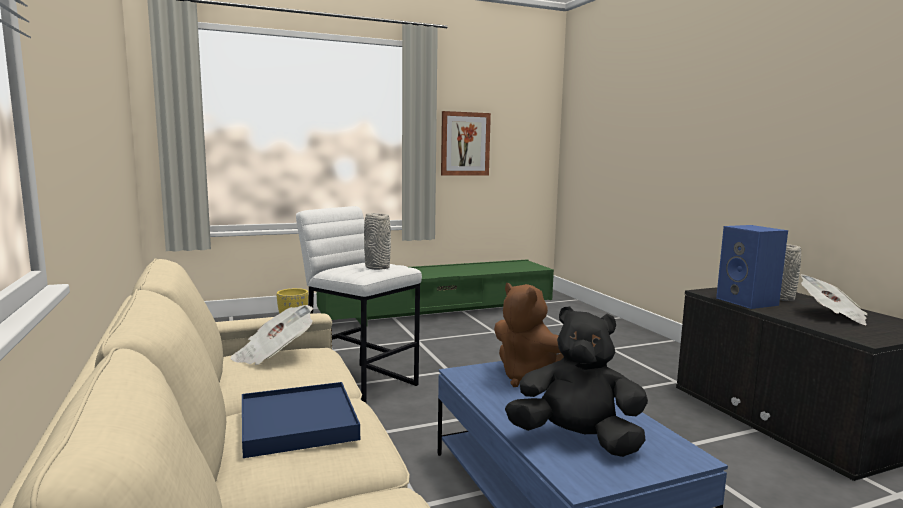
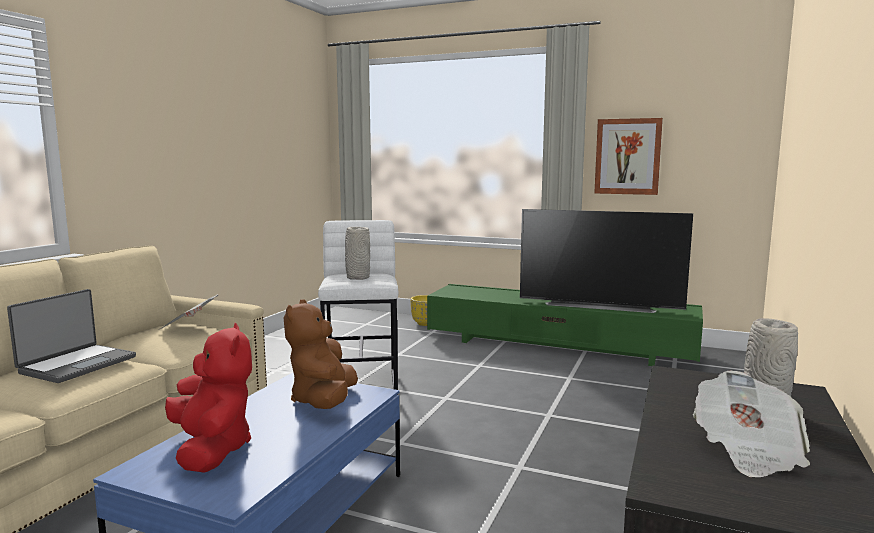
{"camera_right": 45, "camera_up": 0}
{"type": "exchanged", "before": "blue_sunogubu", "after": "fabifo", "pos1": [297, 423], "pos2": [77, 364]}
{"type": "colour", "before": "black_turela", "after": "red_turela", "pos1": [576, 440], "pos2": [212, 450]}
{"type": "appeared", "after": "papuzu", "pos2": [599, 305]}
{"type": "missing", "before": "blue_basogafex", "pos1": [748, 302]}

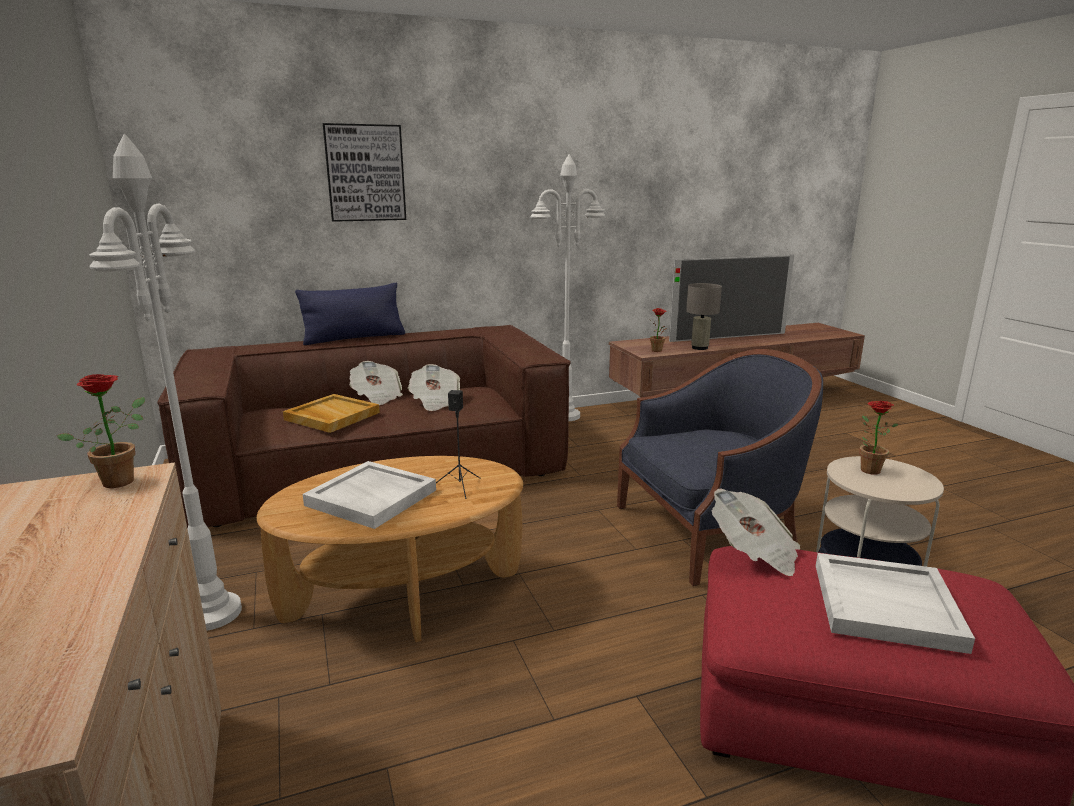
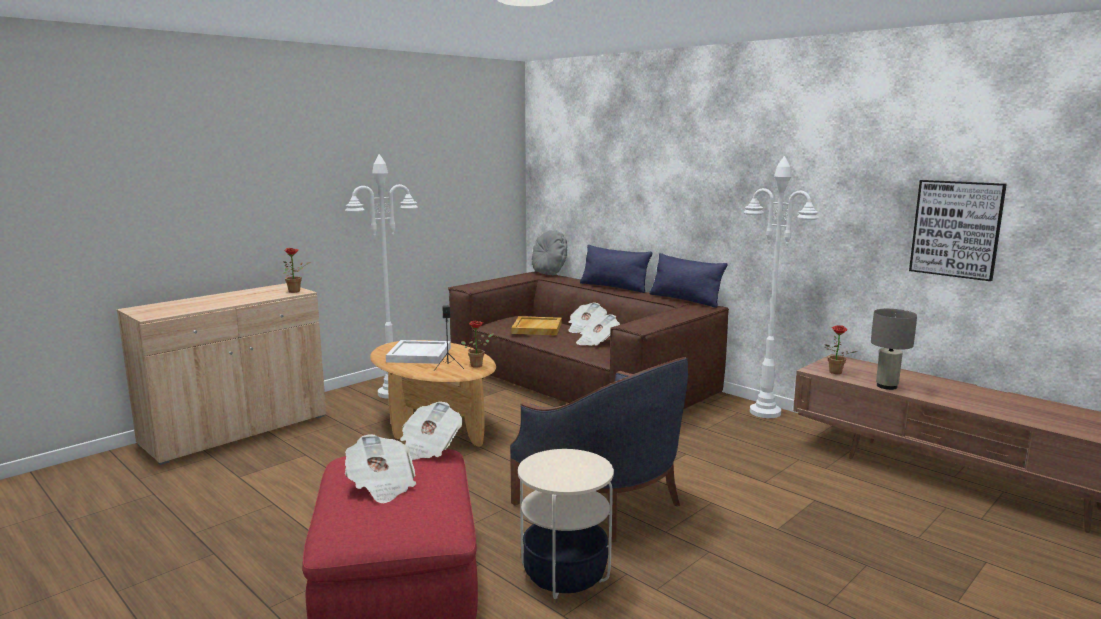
{"camera_right": 65, "camera_up": -5}
{"type": "exchanged", "before": "white_sunogubu", "after": "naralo", "pos1": [886, 605], "pos2": [381, 486]}
{"type": "relocated", "before": "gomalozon", "pos1": [867, 469], "pos2": [478, 365]}
{"type": "appeared", "after": "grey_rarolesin", "pos2": [549, 274]}
{"type": "appeared", "after": "blue_rarolesin", "pos2": [685, 300]}
{"type": "relocated", "before": "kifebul", "pos1": [365, 173], "pos2": [956, 229]}
{"type": "missing", "before": "papuzu", "pos1": [728, 337]}

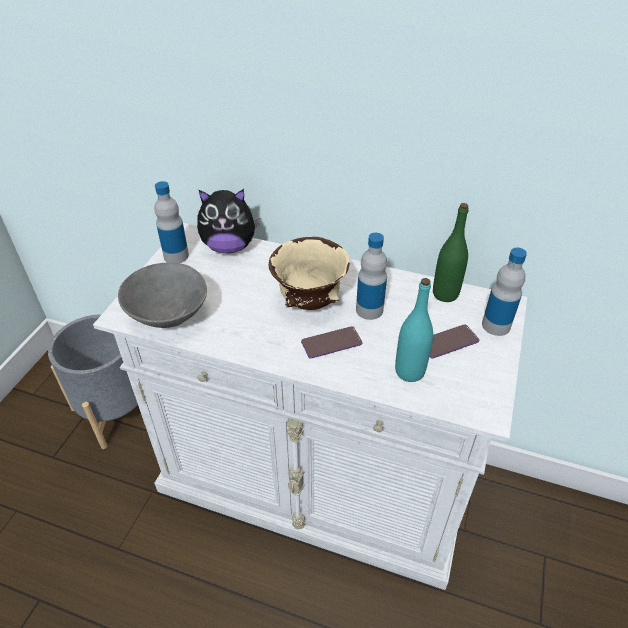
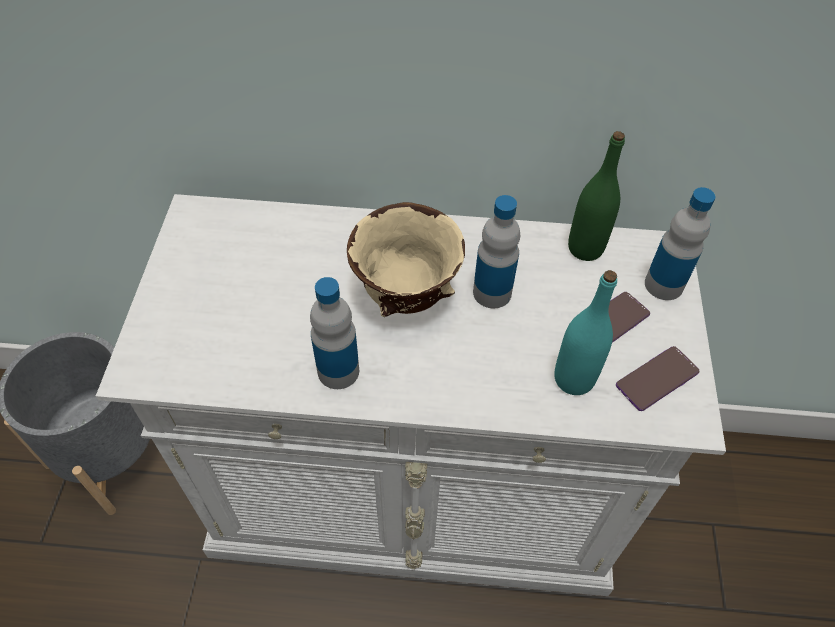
{"camera_right": -15, "camera_up": 10}
{"type": "relocated", "before": "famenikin", "pos1": [176, 256], "pos2": [338, 371]}
{"type": "relocated", "before": "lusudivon", "pos1": [331, 343], "pos2": [657, 379]}
{"type": "missing", "before": "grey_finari", "pos1": [169, 317]}
{"type": "missing", "before": "turela", "pos1": [229, 247]}

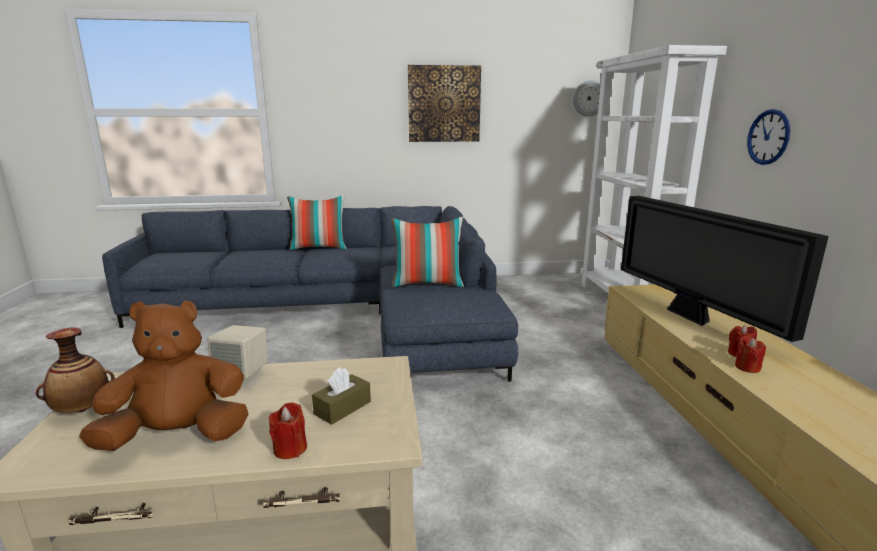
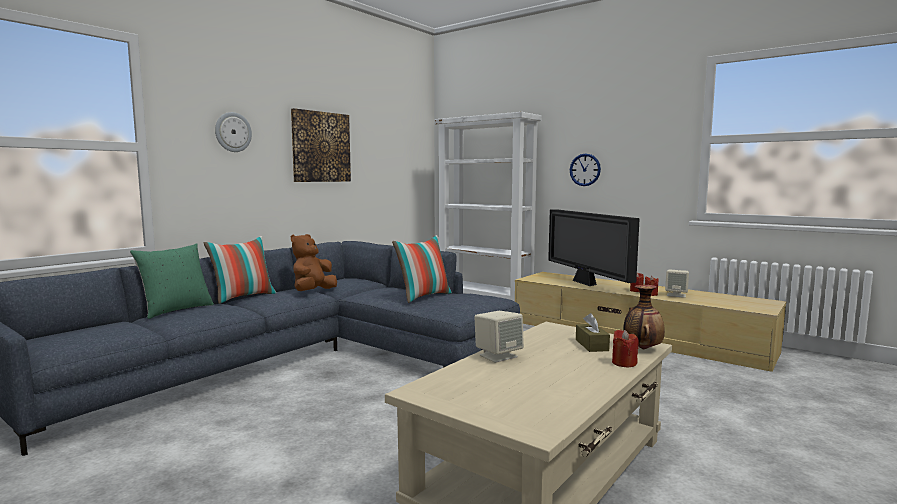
{"camera_right": -45, "camera_up": -10}
{"type": "appeared", "after": "green_rarolesin", "pos2": [176, 310]}
{"type": "relocated", "before": "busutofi", "pos1": [589, 98], "pos2": [233, 132]}
{"type": "relocated", "before": "brown_turela", "pos1": [179, 436], "pos2": [313, 292]}
{"type": "spun", "before": "papuzu", "pos1": [691, 317], "pos2": [585, 283], "turn": 45}
{"type": "relocated", "before": "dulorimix", "pos1": [83, 410], "pos2": [642, 348]}
{"type": "appeared", "after": "beige_basogafex", "pos2": [676, 295]}

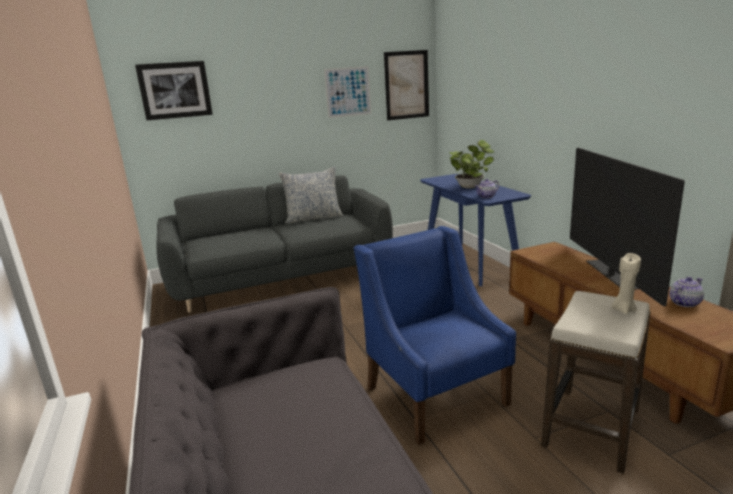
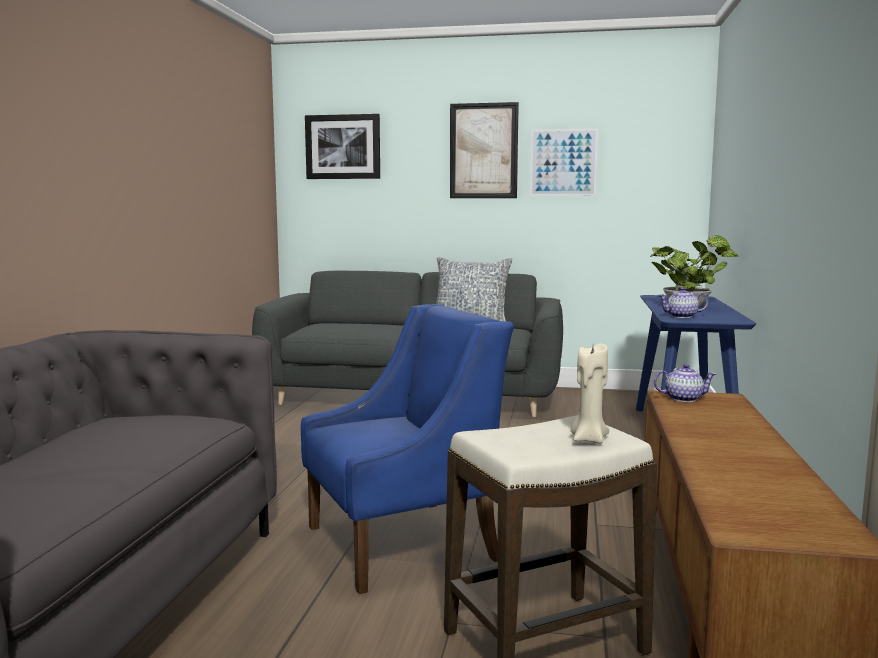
{"camera_right": 30, "camera_up": -10}
{"type": "spun", "before": "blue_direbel", "pos1": [435, 394], "pos2": [403, 542], "turn": 60}
{"type": "relocated", "before": "kifebul", "pos1": [406, 85], "pos2": [483, 151]}
{"type": "relocated", "before": "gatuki", "pos1": [684, 302], "pos2": [684, 399]}
{"type": "missing", "before": "papuzu", "pos1": [610, 274]}

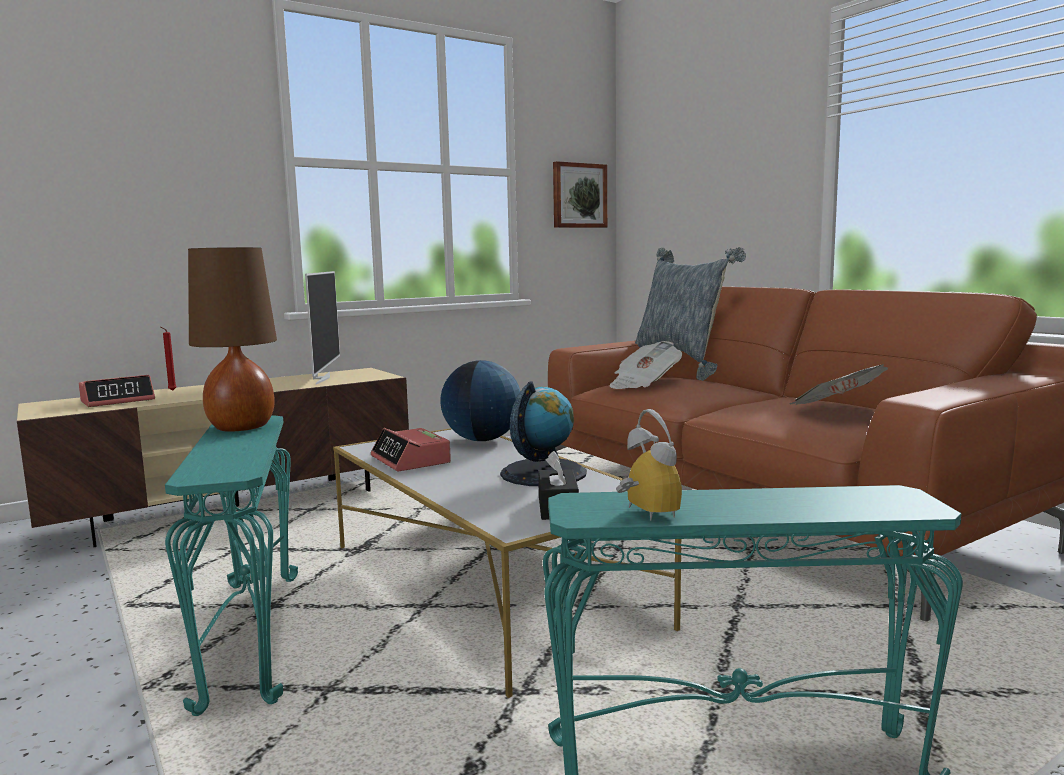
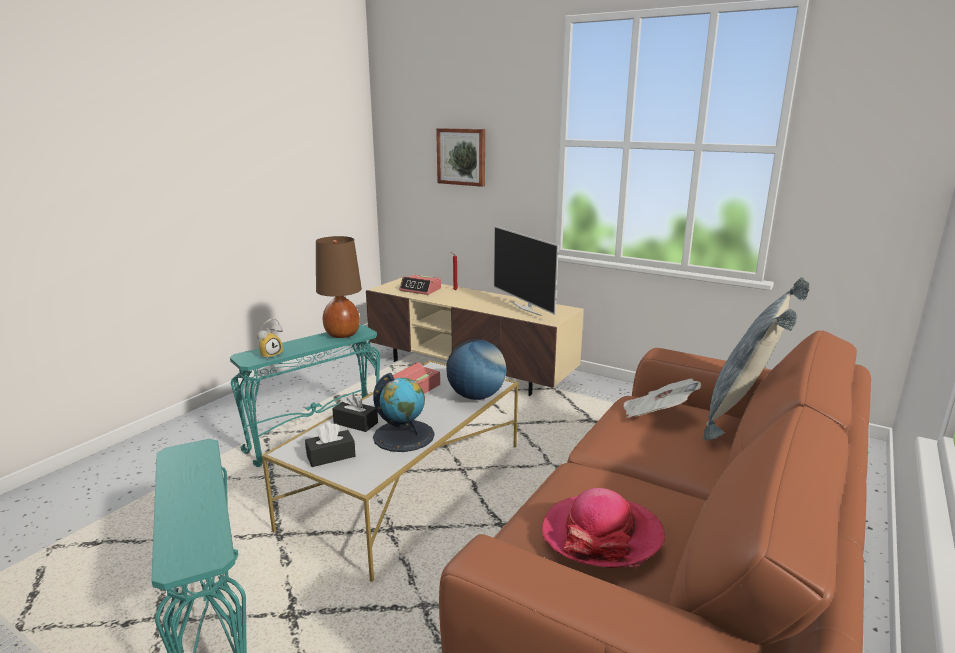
{"camera_right": 65, "camera_up": 10}
{"type": "relocated", "before": "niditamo", "pos1": [643, 514], "pos2": [270, 355]}
{"type": "appeared", "after": "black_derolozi", "pos2": [355, 423]}
{"type": "relocated", "before": "kifebul", "pos1": [579, 195], "pos2": [462, 156]}
{"type": "spun", "before": "papuzu", "pos1": [321, 378], "pos2": [526, 308], "turn": 90}
{"type": "exchanged", "before": "naralo", "after": "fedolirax", "pos1": [836, 410], "pos2": [601, 534]}

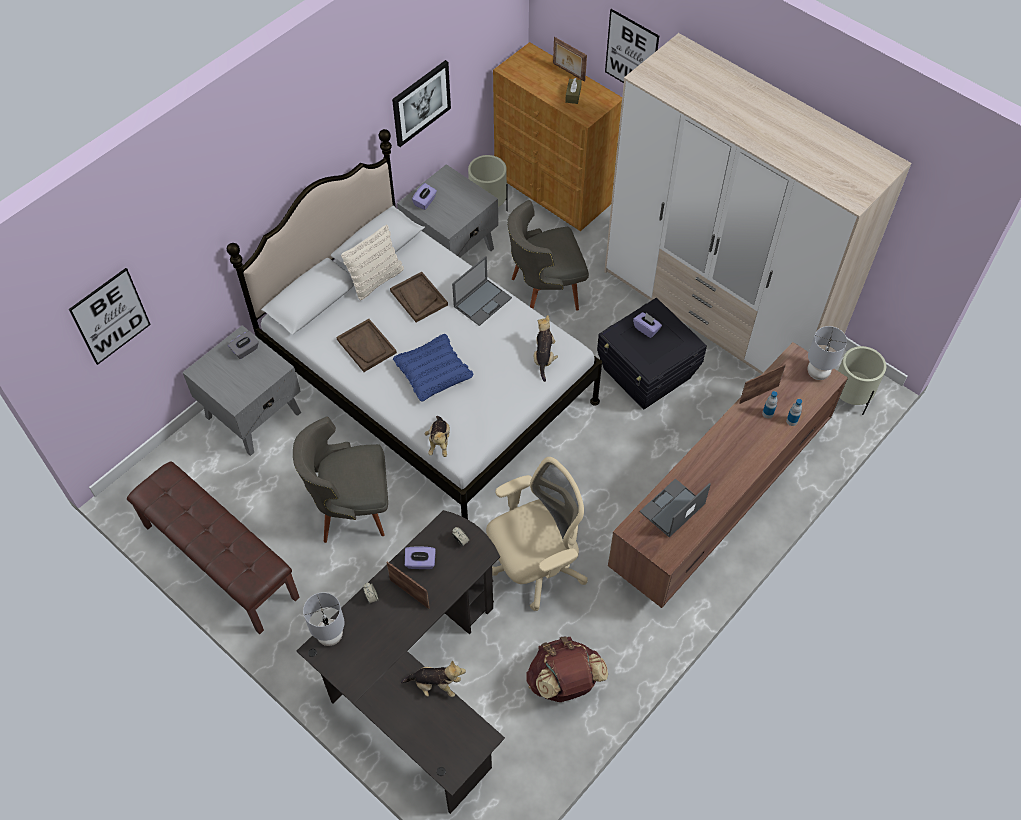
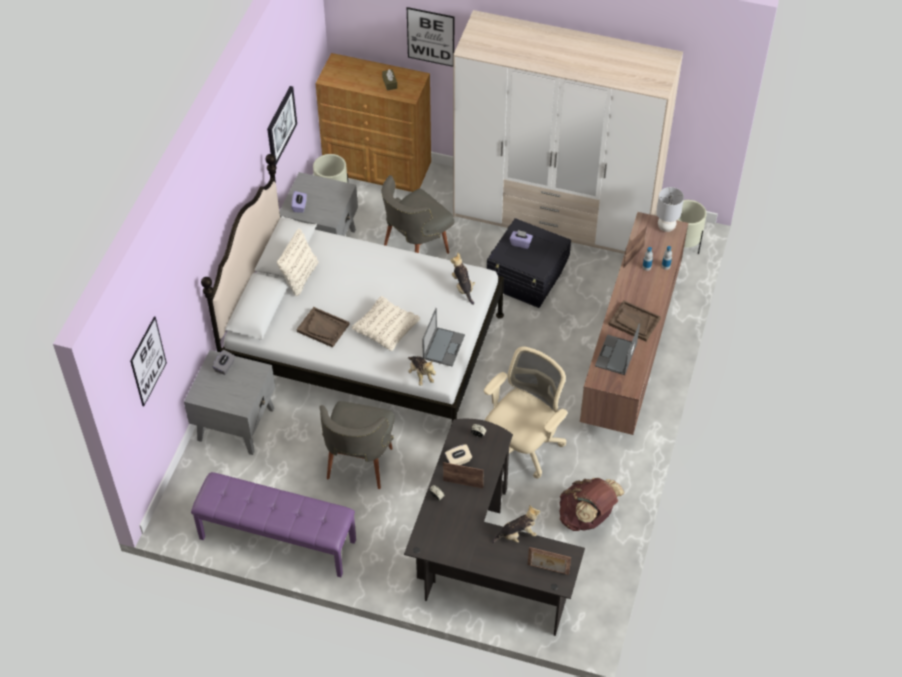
{"camera_right": -25, "camera_up": -5}
{"type": "colour", "before": "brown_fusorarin", "after": "purple_fusorarin", "pos1": [219, 562], "pos2": [277, 540]}
{"type": "spun", "before": "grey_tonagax", "pos1": [353, 511], "pos2": [360, 463], "turn": -45}
{"type": "colour", "before": "blue_rarolesin", "after": "beige_rarolesin", "pos1": [433, 372], "pos2": [386, 328]}
{"type": "relocated", "before": "fabifo", "pos1": [483, 301], "pos2": [443, 346]}
{"type": "colour", "before": "purple_derolozi", "after": "beige_derolozi", "pos1": [420, 563], "pos2": [458, 460]}
{"type": "relocated", "before": "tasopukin", "pos1": [568, 72], "pos2": [548, 570]}
{"type": "relocated", "before": "brown_sunogubu", "pos1": [418, 298], "pos2": [634, 322]}
{"type": "missing", "before": "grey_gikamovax", "pos1": [330, 635]}

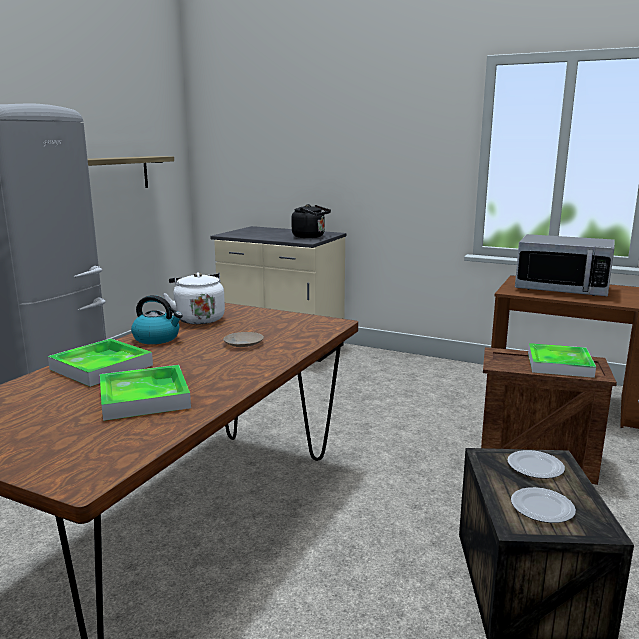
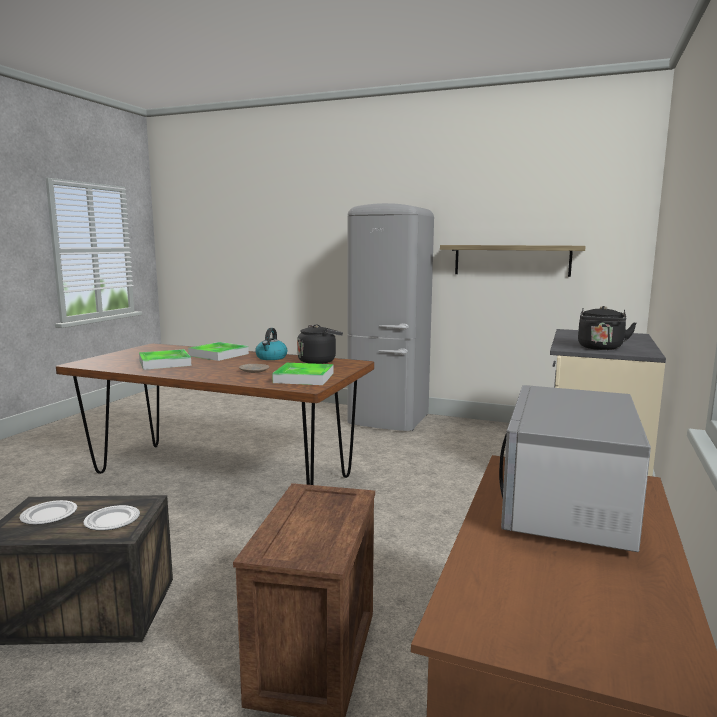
{"camera_right": 85, "camera_up": -5}
{"type": "relocated", "before": "sunogubu", "pos1": [559, 364], "pos2": [304, 378]}
{"type": "colour", "before": "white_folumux", "after": "black_folumux", "pos1": [198, 319], "pos2": [319, 361]}

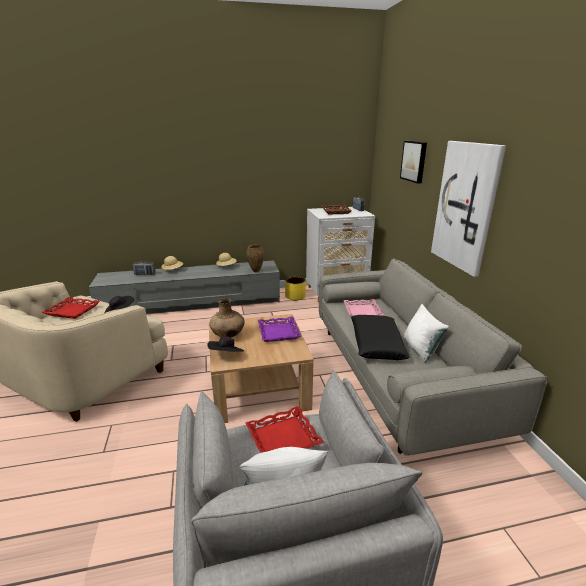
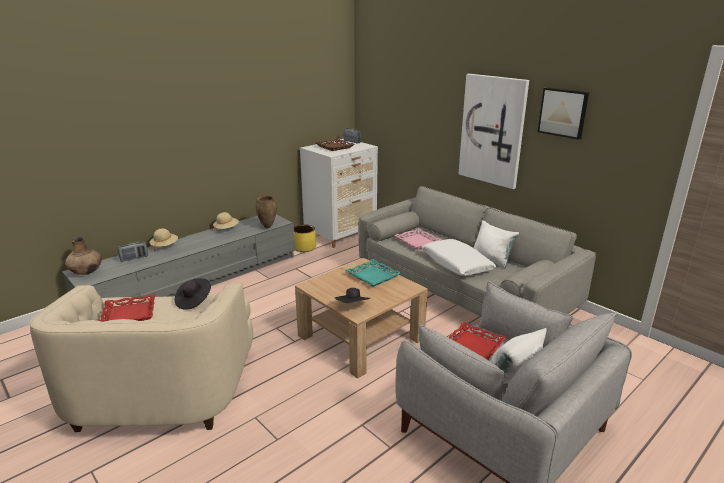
{"camera_right": -30, "camera_up": 0}
{"type": "relocated", "before": "brown_dulorimix", "pos1": [228, 335], "pos2": [86, 272]}
{"type": "colour", "before": "purple_sunogubu", "after": "turquoise_sunogubu", "pos1": [278, 332], "pos2": [372, 276]}
{"type": "colour", "before": "black_rarolesin", "after": "white_rarolesin", "pos1": [376, 344], "pos2": [456, 264]}
{"type": "relocated", "before": "kifebul", "pos1": [414, 161], "pos2": [563, 112]}

